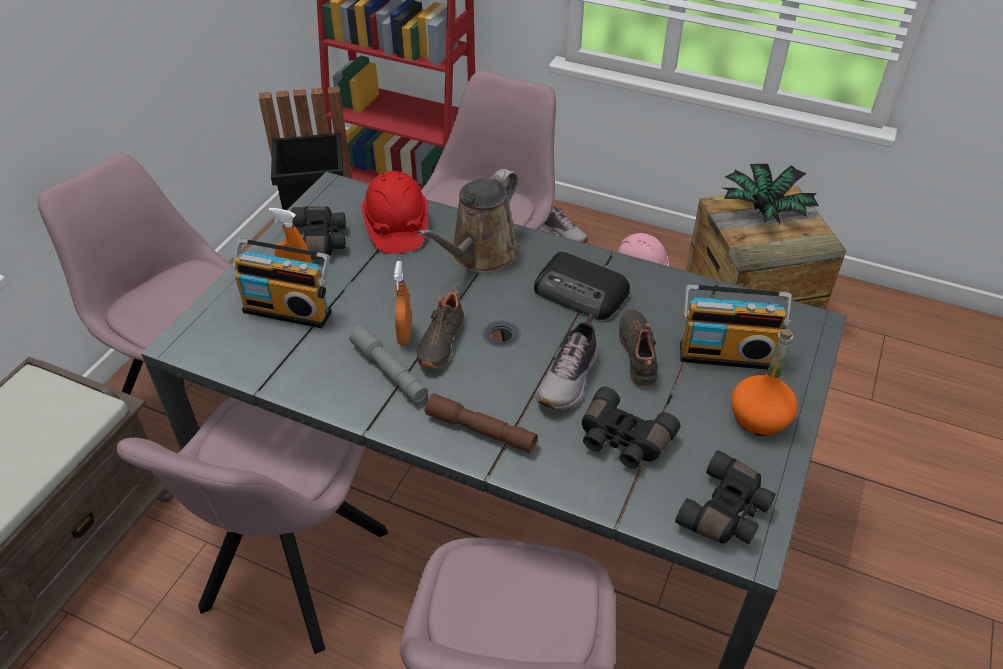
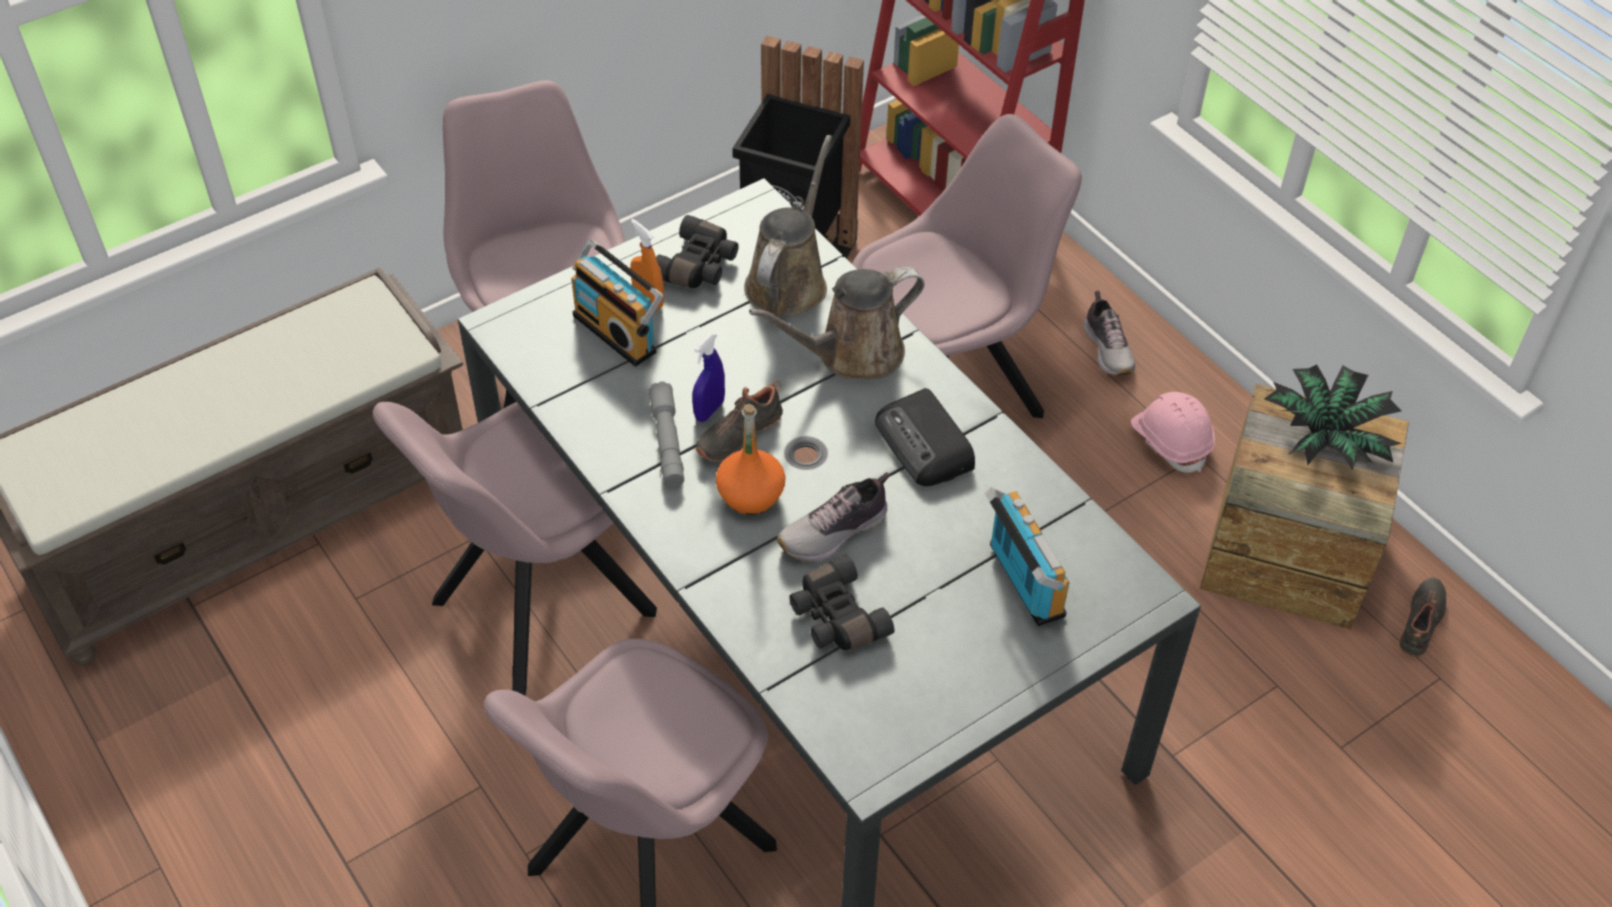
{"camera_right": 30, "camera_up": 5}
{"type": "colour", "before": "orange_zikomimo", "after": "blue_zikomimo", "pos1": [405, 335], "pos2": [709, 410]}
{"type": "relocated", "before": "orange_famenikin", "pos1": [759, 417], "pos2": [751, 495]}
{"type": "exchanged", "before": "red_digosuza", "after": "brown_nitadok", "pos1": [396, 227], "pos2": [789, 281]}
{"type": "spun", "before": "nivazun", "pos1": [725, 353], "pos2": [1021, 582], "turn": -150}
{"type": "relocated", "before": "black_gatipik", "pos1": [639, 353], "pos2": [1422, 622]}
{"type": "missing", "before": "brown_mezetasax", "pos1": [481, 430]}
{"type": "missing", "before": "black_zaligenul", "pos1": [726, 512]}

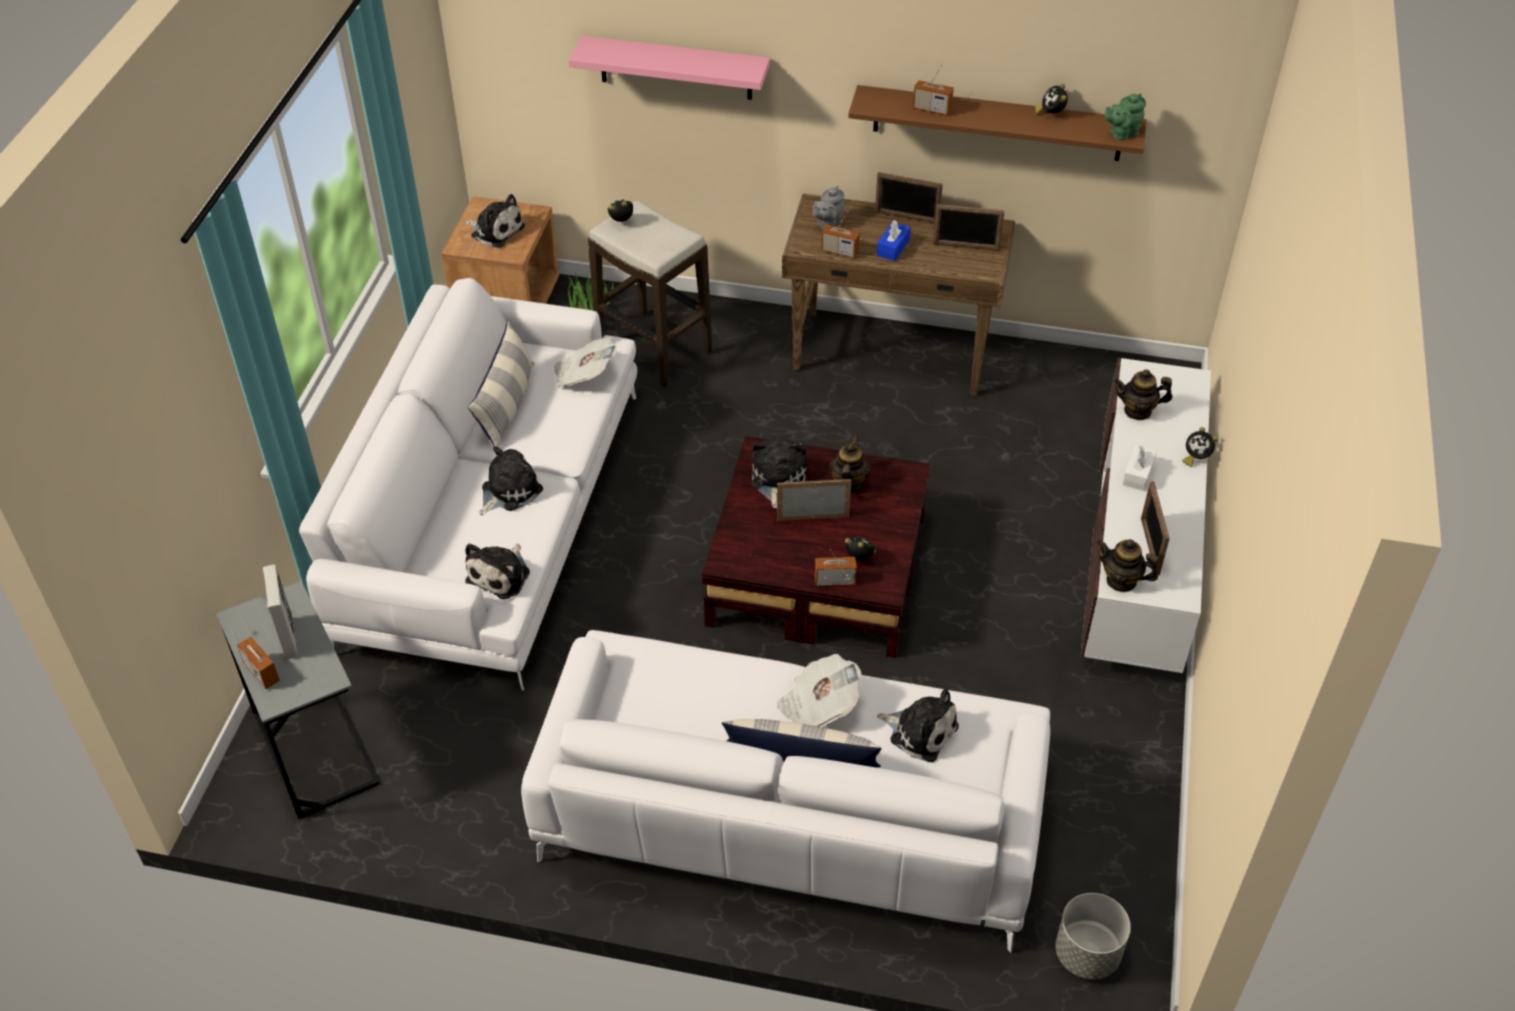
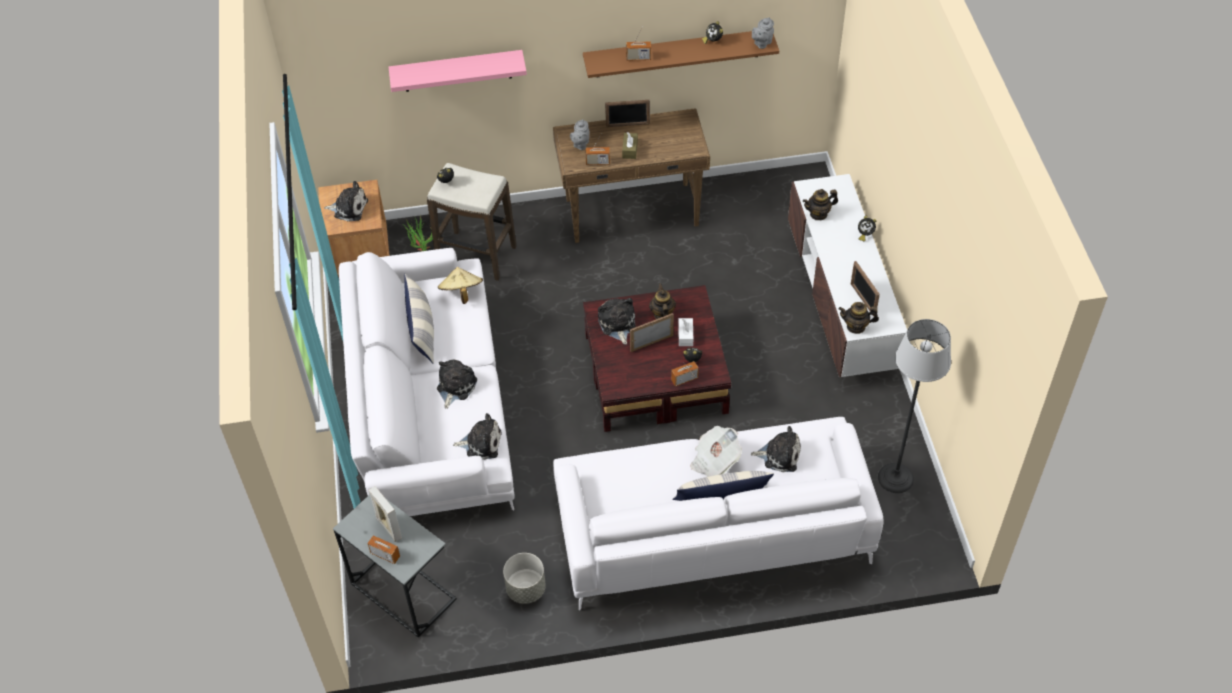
{"camera_right": -20, "camera_up": 5}
{"type": "exchanged", "before": "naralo", "after": "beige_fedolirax", "pos1": [584, 375], "pos2": [461, 293]}
{"type": "spun", "before": "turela", "pos1": [501, 575], "pos2": [481, 443], "turn": -90}
{"type": "relocated", "before": "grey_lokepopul", "pos1": [1086, 954], "pos2": [525, 589]}
{"type": "colour", "before": "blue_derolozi", "after": "brown_derolozi", "pos1": [893, 248], "pos2": [630, 149]}
{"type": "relocated", "before": "white_derolozi", "pos1": [1138, 474], "pos2": [685, 335]}
{"type": "colour", "before": "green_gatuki", "after": "grey_gatuki", "pos1": [1121, 133], "pos2": [761, 43]}
{"type": "appeared", "after": "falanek", "pos2": [895, 478]}
{"type": "missing", "before": "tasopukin", "pos1": [966, 246]}

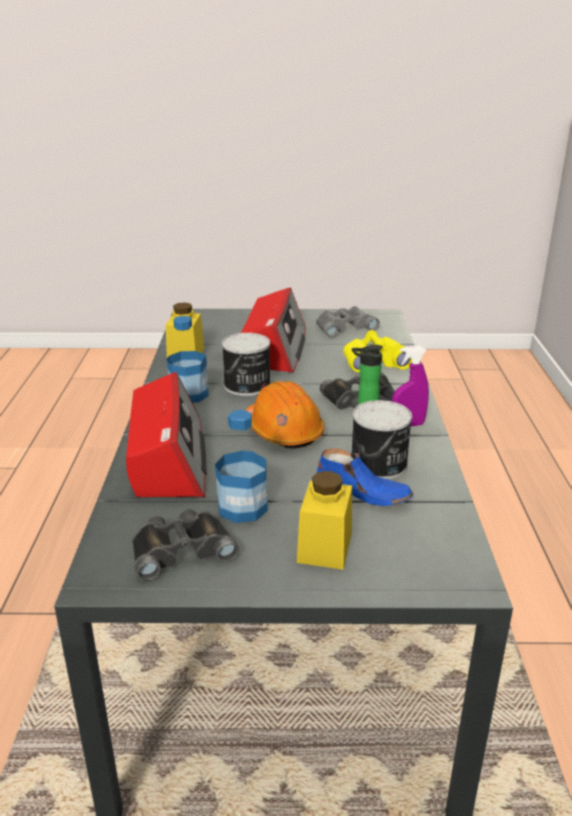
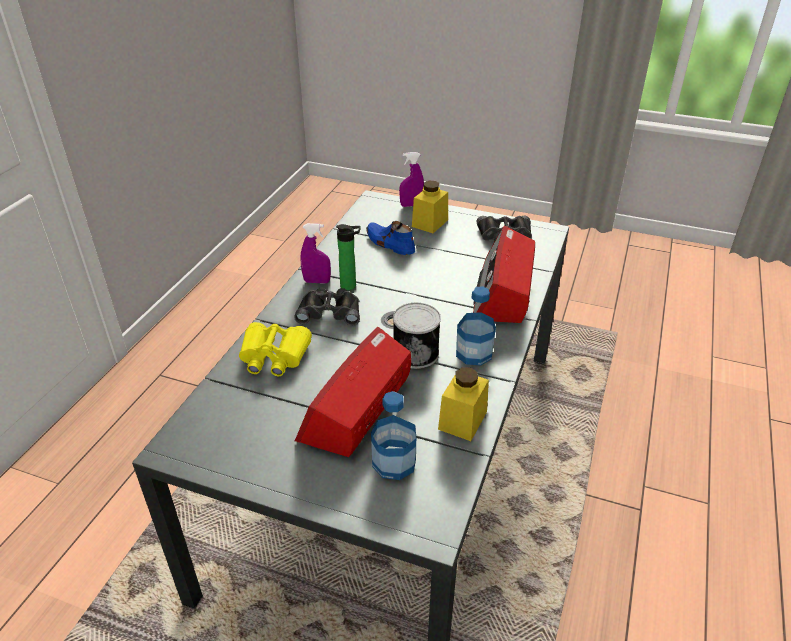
{"camera_right": -160, "camera_up": 10}
{"type": "relocated", "before": "famenikin", "pos1": [242, 507], "pos2": [394, 462]}
{"type": "appeared", "after": "purple_zikomimo", "pos2": [411, 205]}
{"type": "missing", "before": "orange_digosuza", "pos1": [283, 431]}
{"type": "missing", "before": "grey_zaligenul", "pos1": [344, 327]}
{"type": "missing", "before": "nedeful", "pos1": [380, 464]}

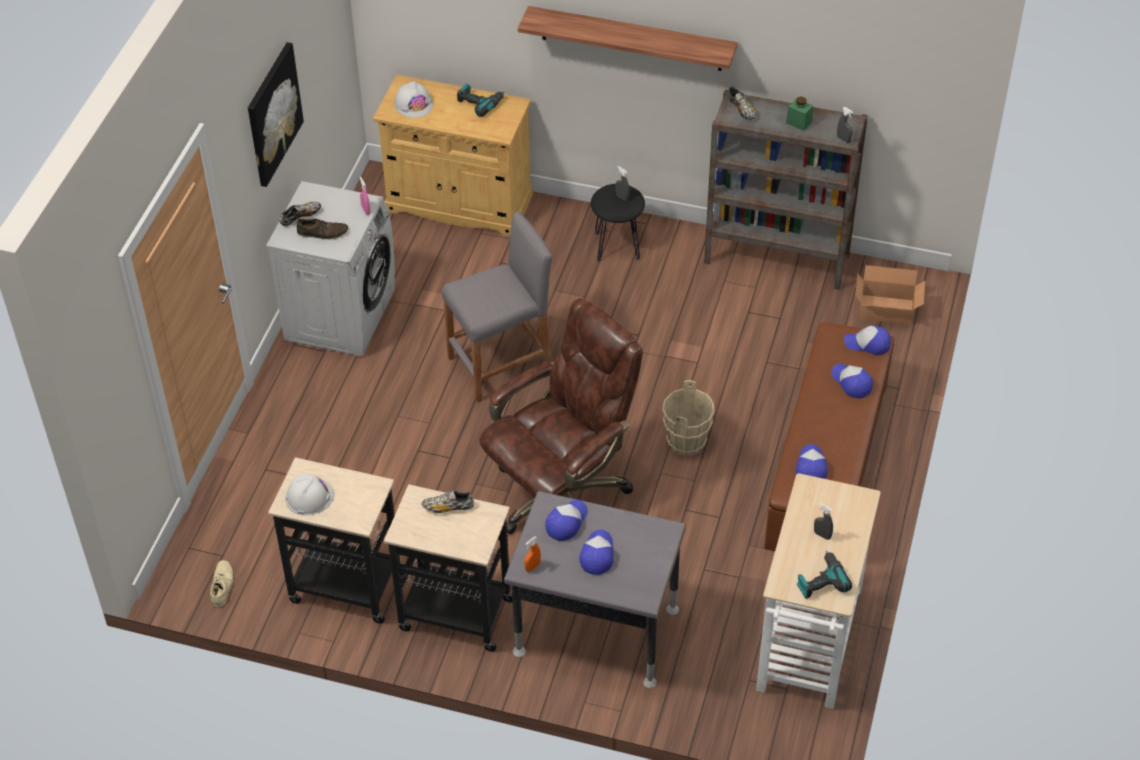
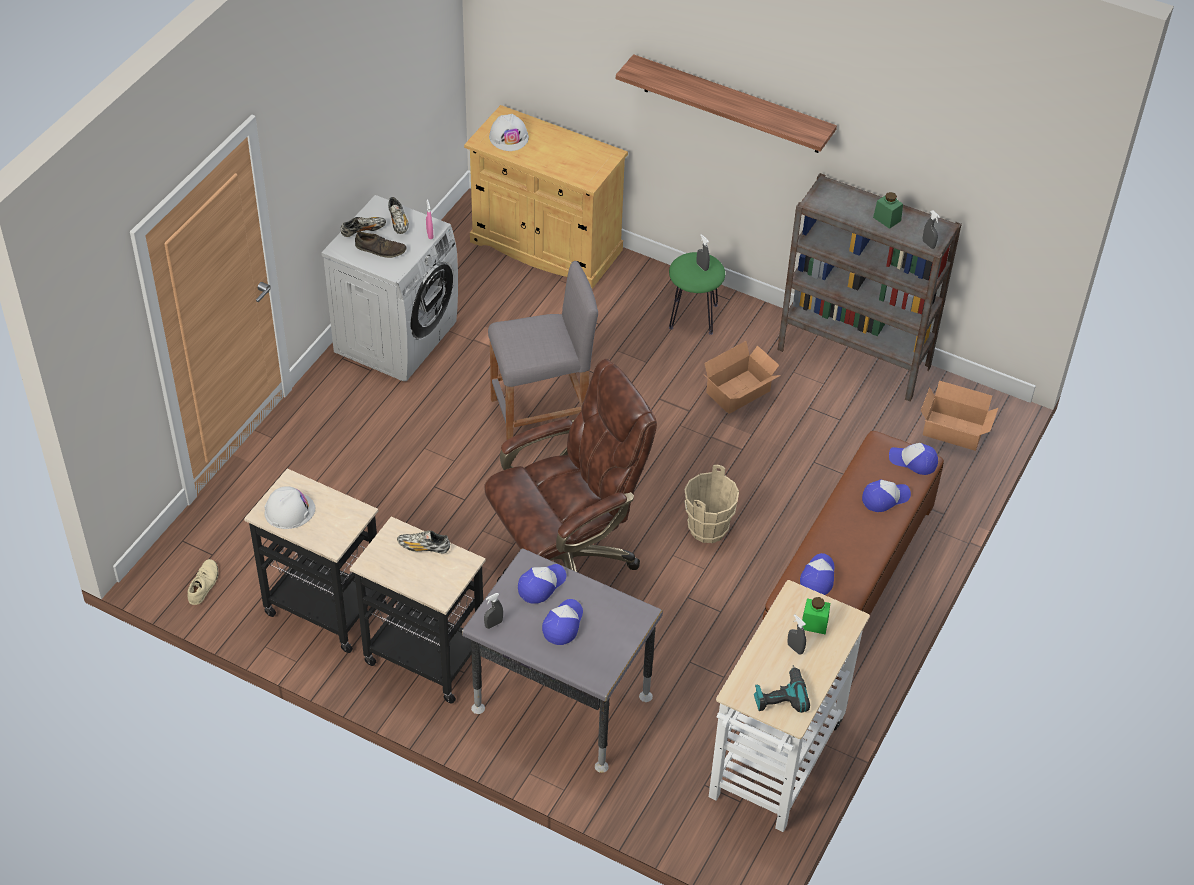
{"camera_right": 10, "camera_up": 0}
{"type": "relocated", "before": "gatipik", "pos1": [741, 110], "pos2": [398, 222]}
{"type": "colour", "before": "orange_zikomimo", "after": "grey_zikomimo", "pos1": [532, 567], "pos2": [493, 624]}
{"type": "colour", "before": "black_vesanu", "after": "green_vesanu", "pos1": [617, 245], "pos2": [693, 316]}
{"type": "appeared", "after": "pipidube", "pos2": [740, 392]}
{"type": "appeared", "after": "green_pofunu", "pos2": [814, 623]}
{"type": "spun", "before": "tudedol", "pos1": [851, 382], "pos2": [885, 498], "turn": 90}
{"type": "missing", "before": "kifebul", "pos1": [273, 114]}
{"type": "missing", "before": "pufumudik", "pos1": [480, 103]}

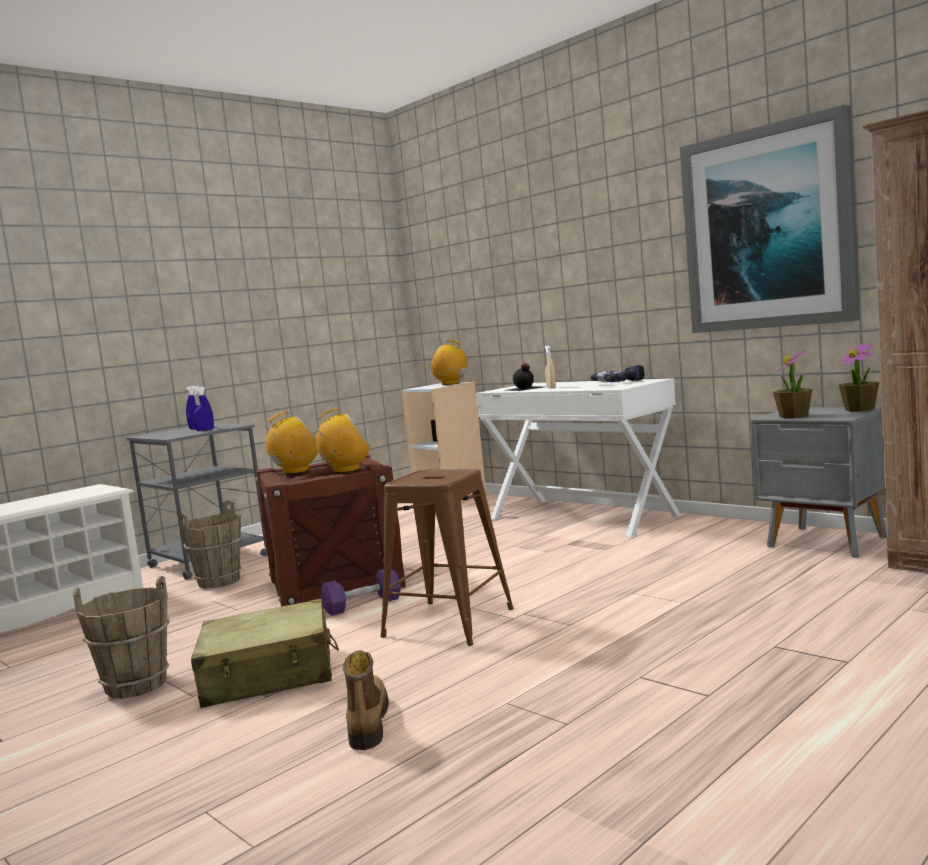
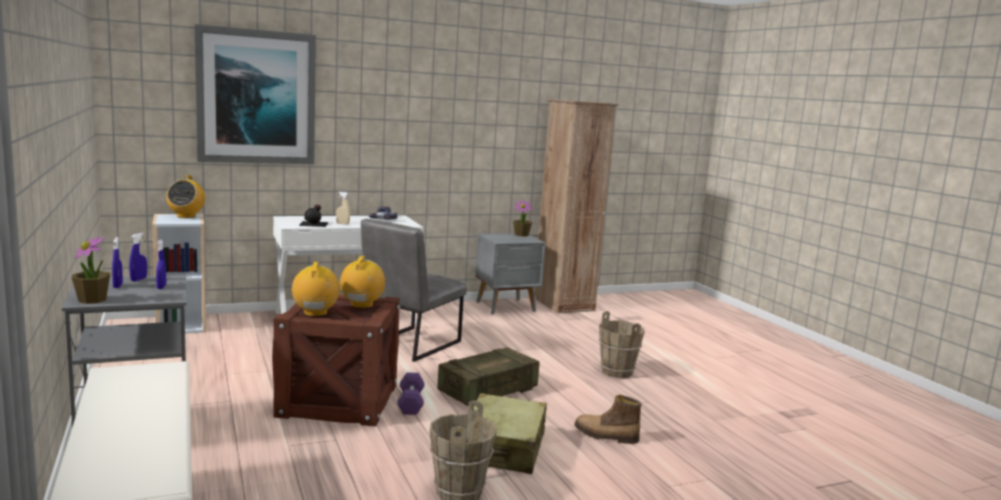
{"camera_right": -70, "camera_up": 5}
{"type": "relocated", "before": "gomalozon", "pos1": [794, 416], "pos2": [92, 300]}
{"type": "appeared", "after": "blue_zikomimo", "pos2": [138, 279]}
{"type": "spun", "before": "nivazun", "pos1": [451, 384], "pos2": [186, 216], "turn": -45}
{"type": "relocated", "before": "kifebul", "pos1": [768, 229], "pos2": [256, 97]}
{"type": "appeared", "after": "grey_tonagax", "pos2": [410, 344]}
{"type": "exchanged", "before": "brown_vesanu", "after": "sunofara", "pos1": [448, 623], "pos2": [488, 391]}
{"type": "relocated", "before": "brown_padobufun", "pos1": [219, 581], "pos2": [617, 372]}

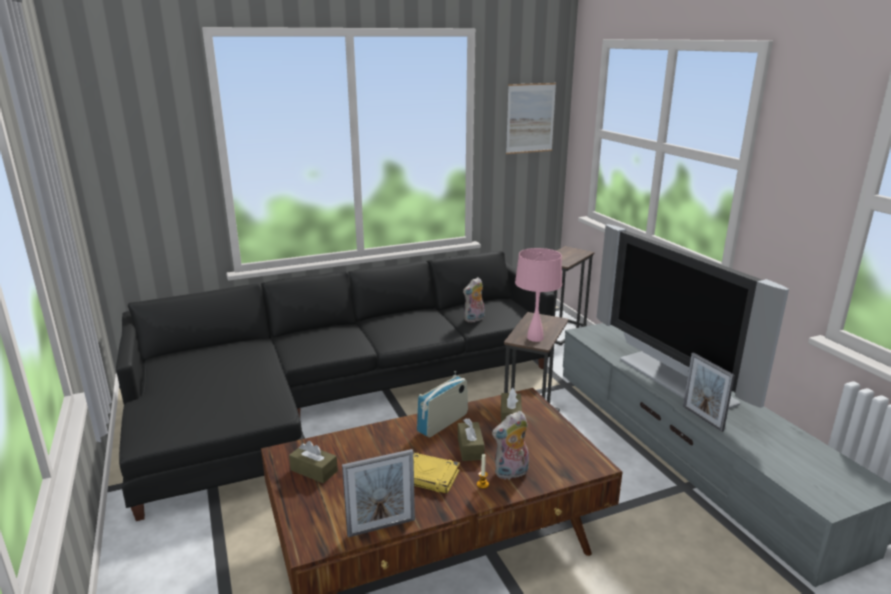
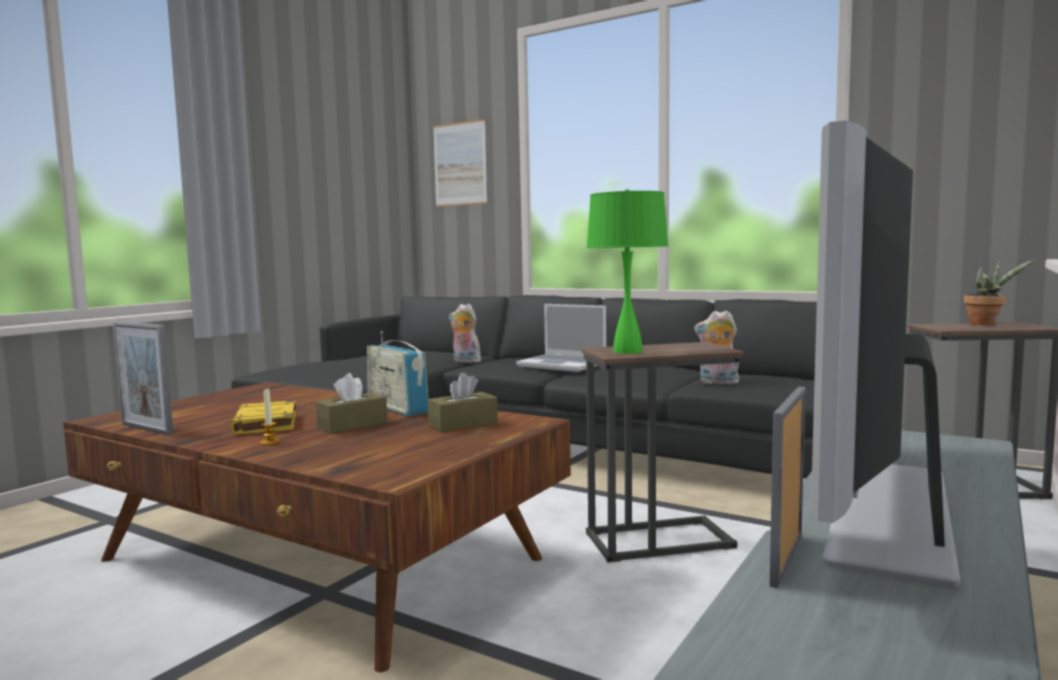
{"camera_right": 55, "camera_up": -15}
{"type": "spun", "before": "nivazun", "pos1": [443, 423], "pos2": [397, 408], "turn": -135}
{"type": "relocated", "before": "kifebul", "pos1": [530, 118], "pos2": [460, 164]}
{"type": "relocated", "before": "turela", "pos1": [511, 473], "pos2": [465, 361]}
{"type": "appeared", "after": "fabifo", "pos2": [563, 365]}
{"type": "colour", "before": "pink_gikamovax", "after": "green_gikamovax", "pos1": [535, 338], "pos2": [627, 351]}
{"type": "appeared", "after": "gomalozon", "pos2": [986, 324]}
{"type": "missing", "before": "brown_derolozi", "pos1": [314, 470]}

